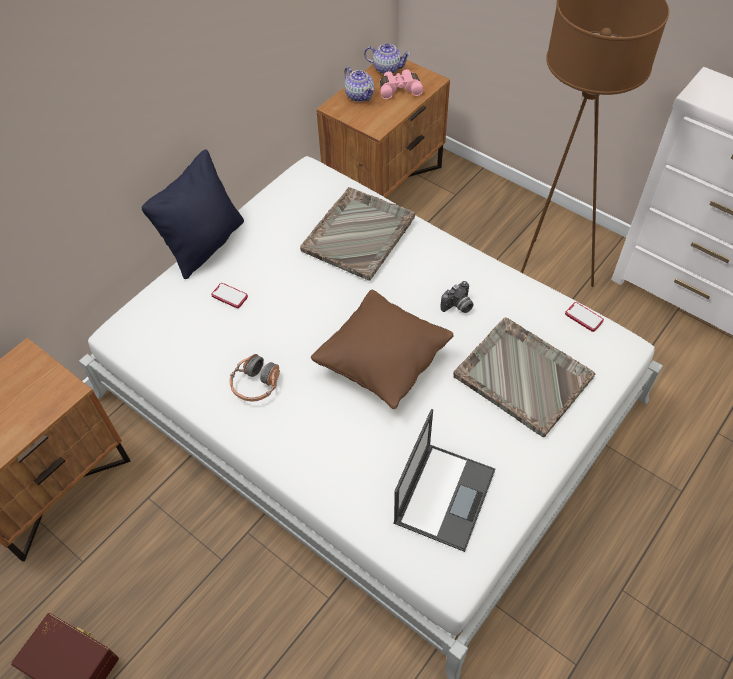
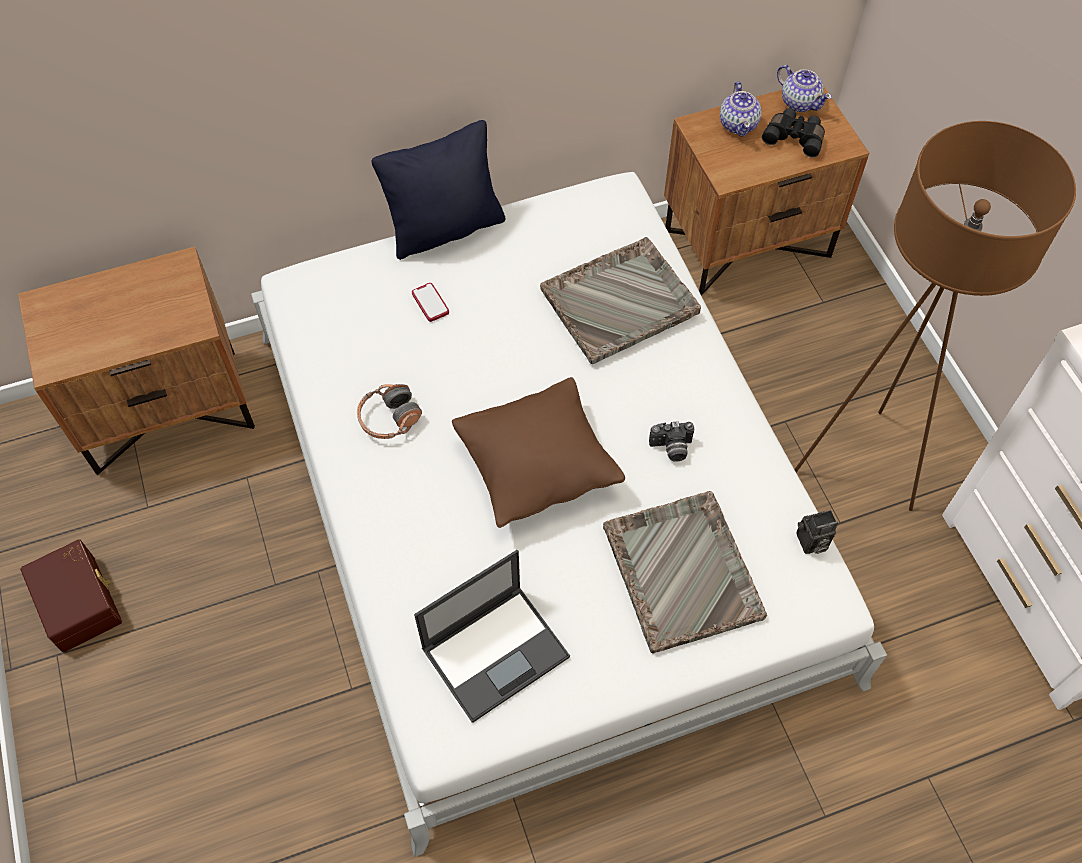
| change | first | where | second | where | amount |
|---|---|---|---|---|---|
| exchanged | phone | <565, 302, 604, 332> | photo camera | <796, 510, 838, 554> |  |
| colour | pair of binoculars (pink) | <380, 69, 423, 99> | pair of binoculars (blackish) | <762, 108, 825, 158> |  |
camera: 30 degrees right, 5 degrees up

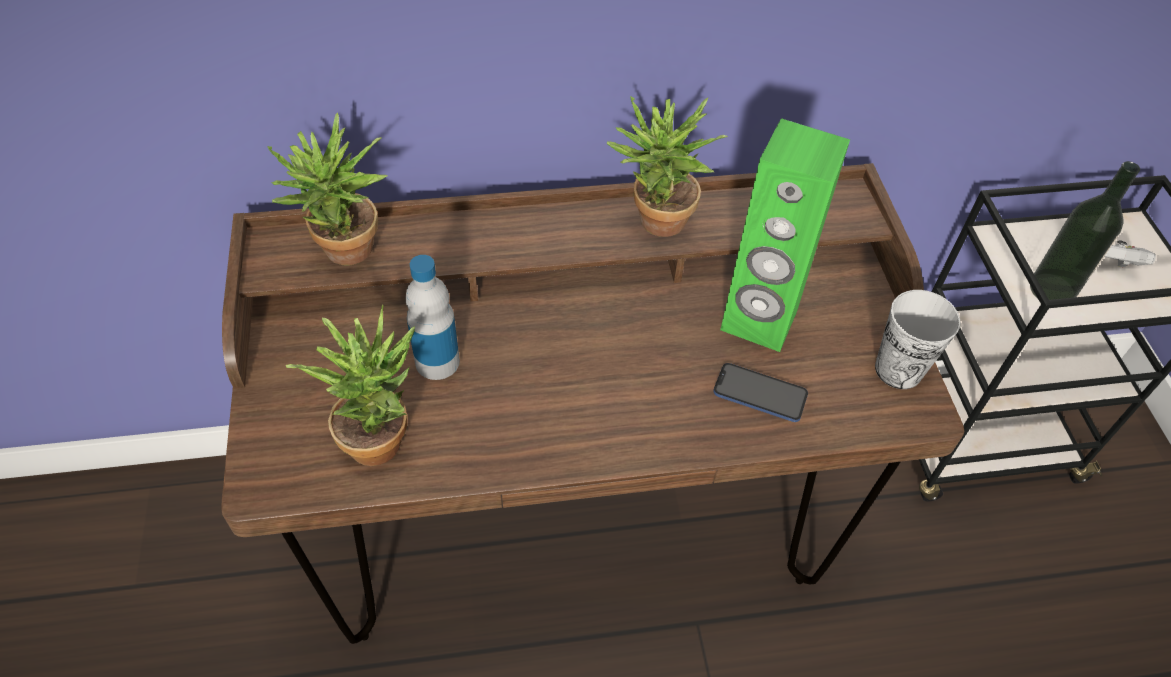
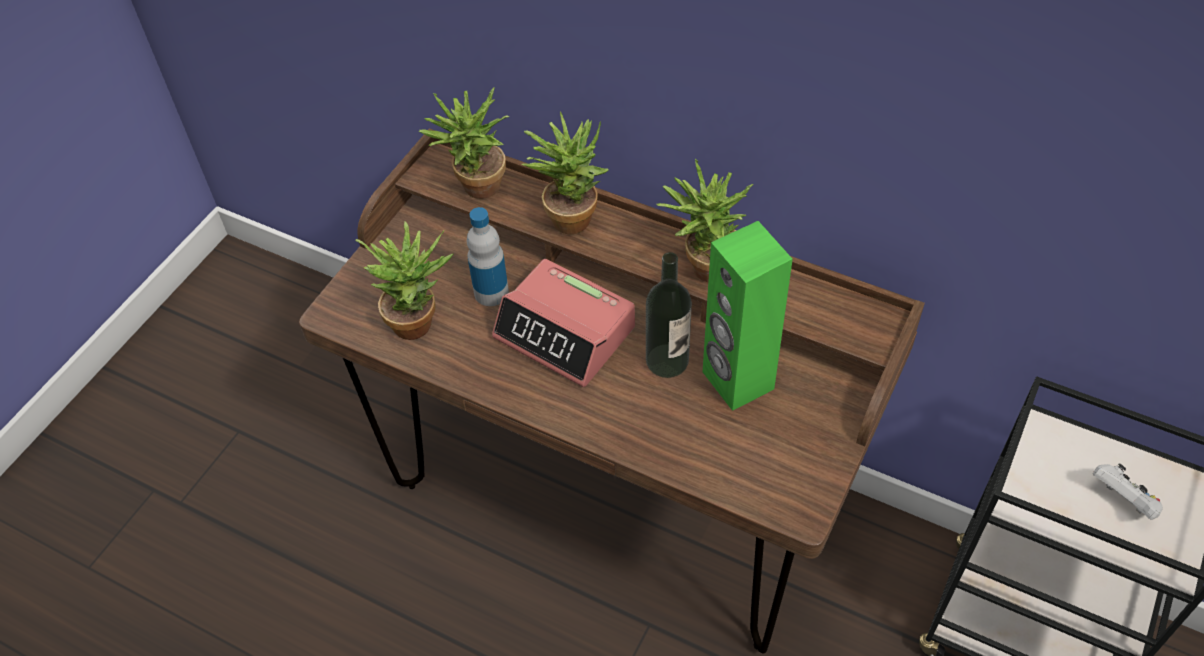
| change | first | where | second | where | amount |
|---|---|---|---|---|---|
| missing | phone | <713, 363, 808, 422> |  |  |  |
| missing | drinking cup | <875, 290, 961, 389> |  |  |  |
| appeared |  |  | bedside clock | <492, 259, 635, 387> |  |
| appeared |  |  | potted plant | <521, 111, 609, 235> |  |
| relocated | drink bottle | <1030, 161, 1140, 300> |  | <646, 252, 692, 378> |  |
camera: 40 degrees right, 0 degrees up

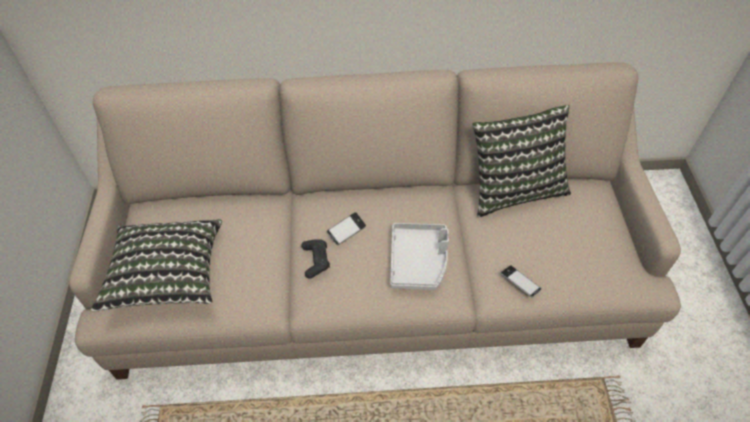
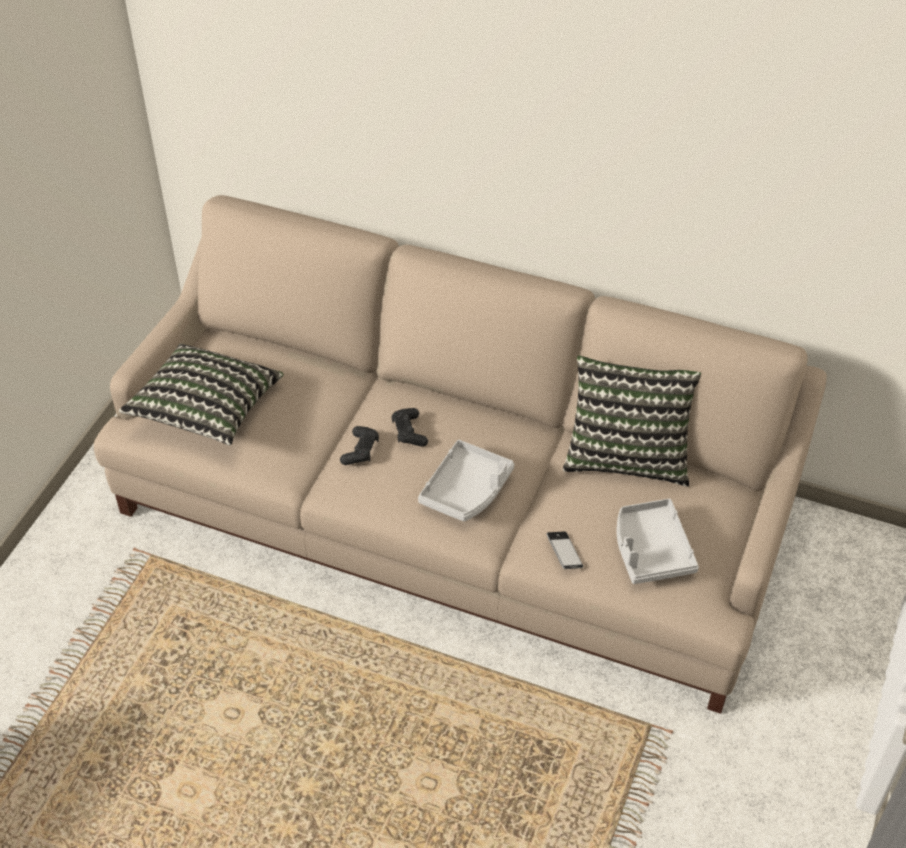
| change | first | where | second | where | amount |
|---|---|---|---|---|---|
| appeared |  |  | carrying tray (grey) | <617, 499, 699, 584> |  |
| exchanged | phone | <327, 212, 366, 245> | joypad (blackish) | <392, 408, 428, 447> |  |
camera: 25 degrees right, 5 degrees down

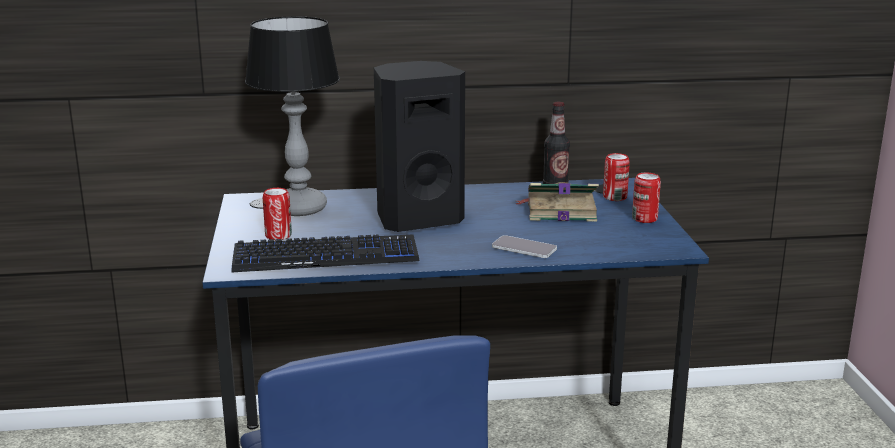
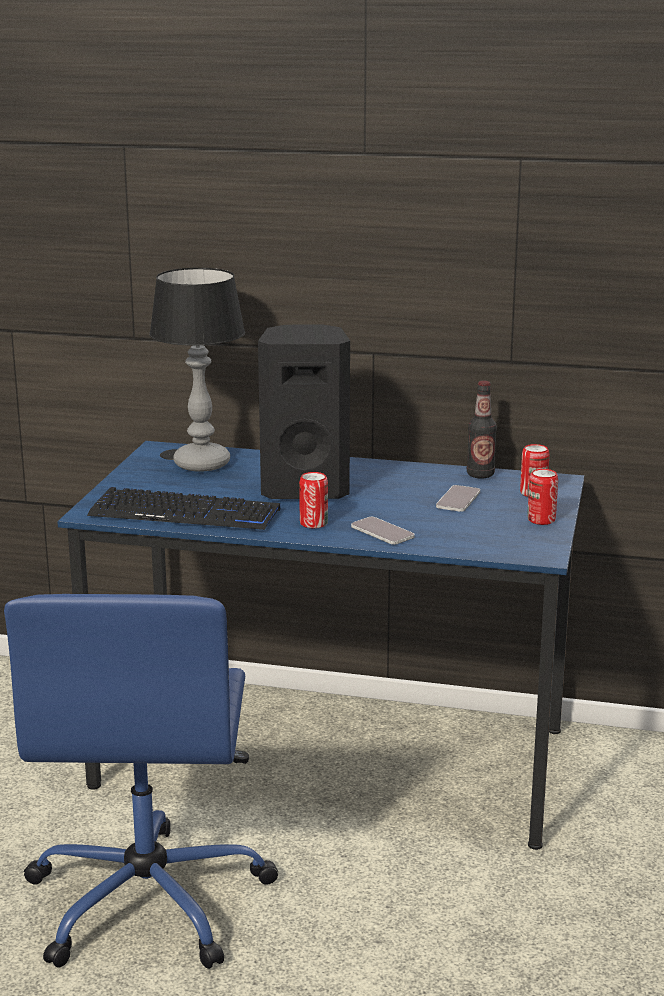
| change | first | where | second | where | amount |
|---|---|---|---|---|---|
| relocated | metal can | <263, 188, 292, 240> |  | <299, 472, 328, 528> |  |
| exchanged | bound book | <516, 182, 599, 222> | phone | <436, 485, 480, 512> |  |
camera: 20 degrees right, 0 degrees up

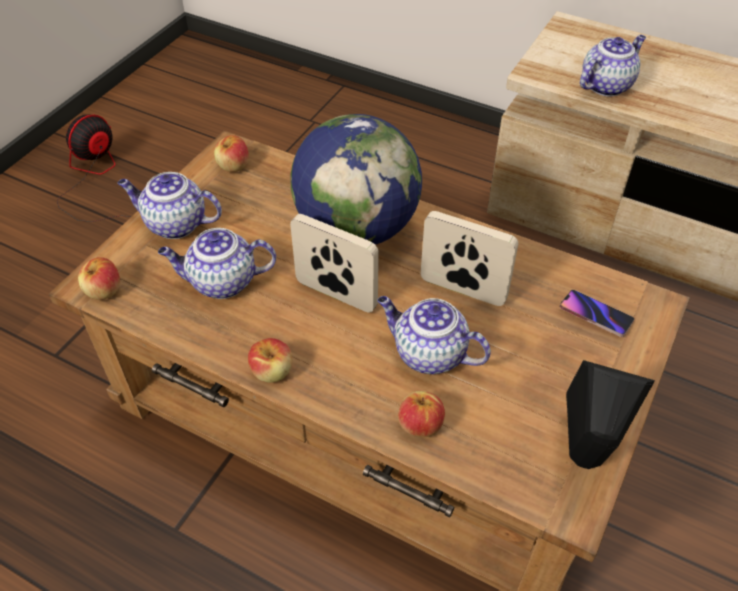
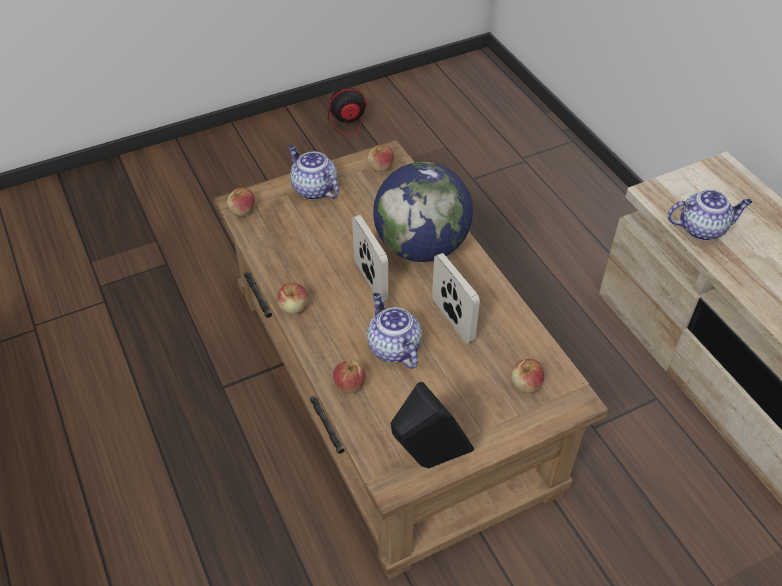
| change | first | where | second | where | amount |
|---|---|---|---|---|---|
| missing | teapot | <158, 228, 276, 299> |  |  |  |
| exchanged | phone | <560, 290, 634, 337> | whole apple | <512, 359, 544, 393> |  |
camera: 35 degrees right, 0 degrees up

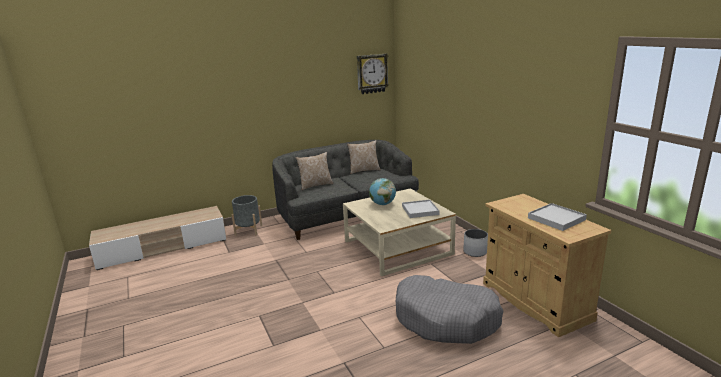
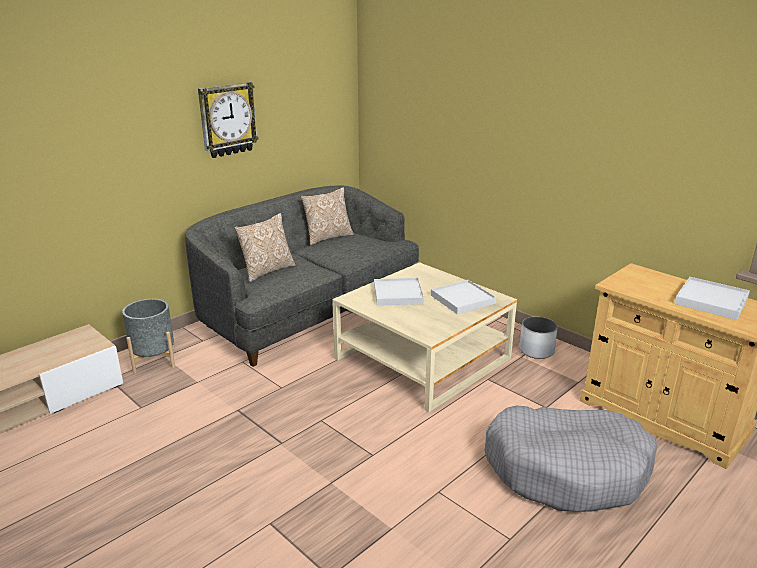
| change | first | where | second | where | amount |
|---|---|---|---|---|---|
| relocated | wall clock | <357, 54, 389, 94> |  | <198, 82, 259, 158> |  |
| exchanged | world globe | <369, 178, 396, 205> | carrying tray (white) | <374, 278, 424, 306> |  |
camera: 20 degrees left, 5 degrees up

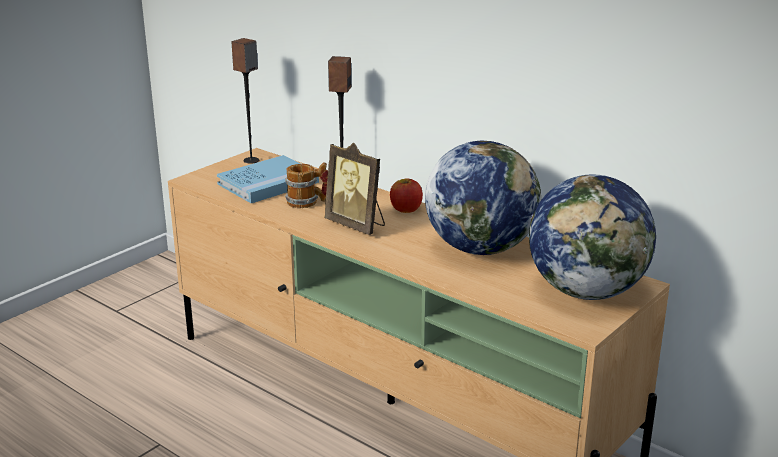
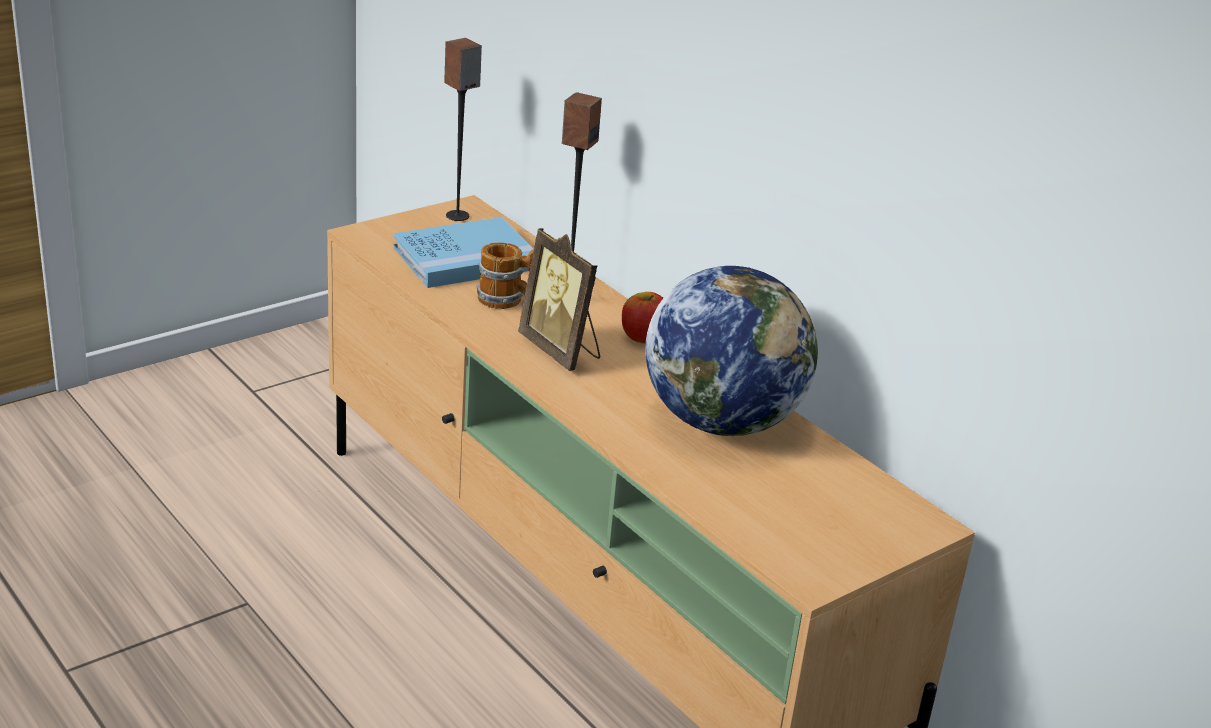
| change | first | where | second | where | amount |
|---|---|---|---|---|---|
| missing | world globe | <529, 174, 656, 300> |  |  |  |
camera: 10 degrees right, 5 degrees up

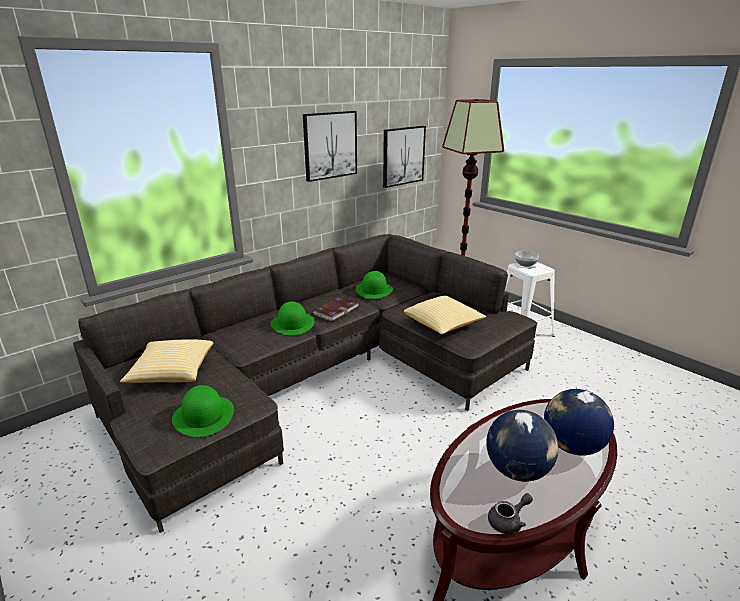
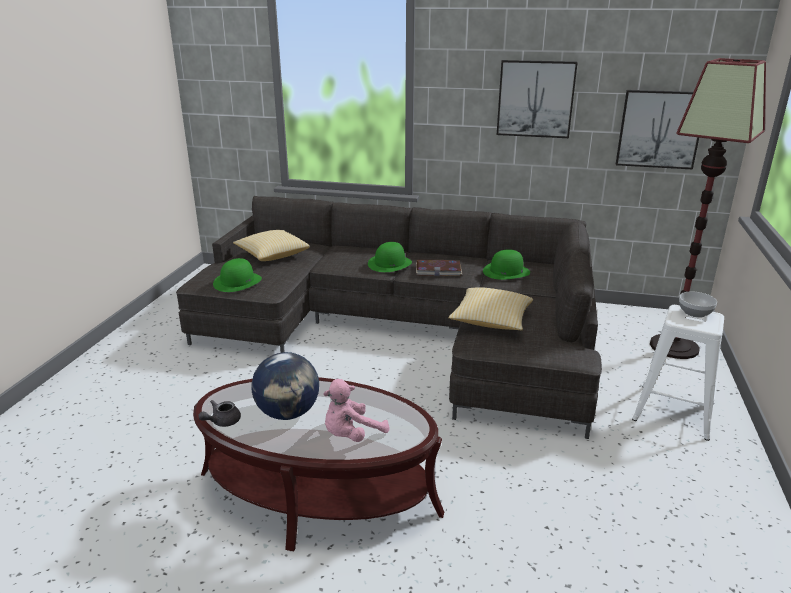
| change | first | where | second | where | amount |
|---|---|---|---|---|---|
| exchanged | world globe | <544, 389, 614, 456> | cuddly toy (pink) | <323, 379, 389, 442> |  |
| spun | teapot (grey) | <488, 493, 533, 534> |  | <198, 400, 241, 427> | 105 degrees clockwise |
camera: 55 degrees right, 0 degrees up

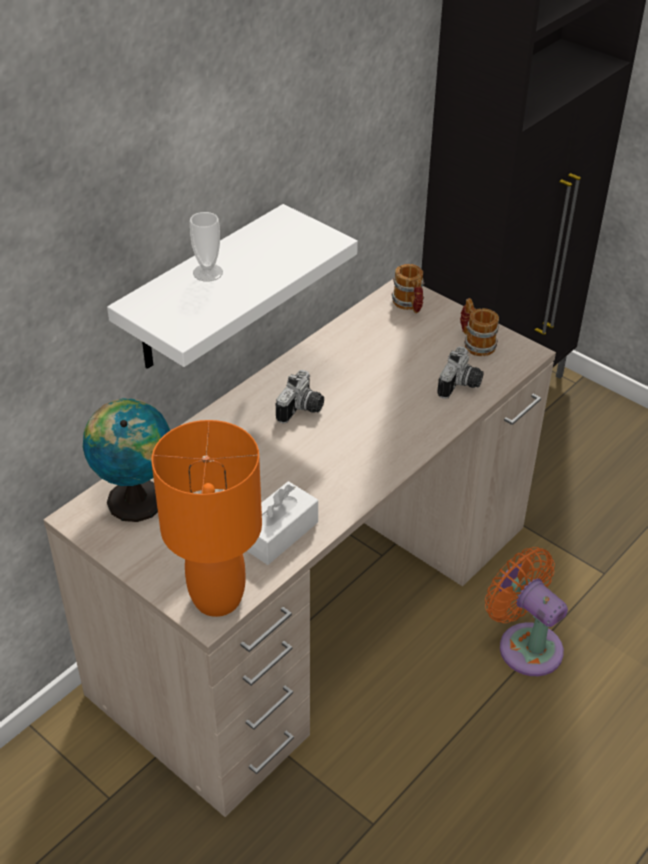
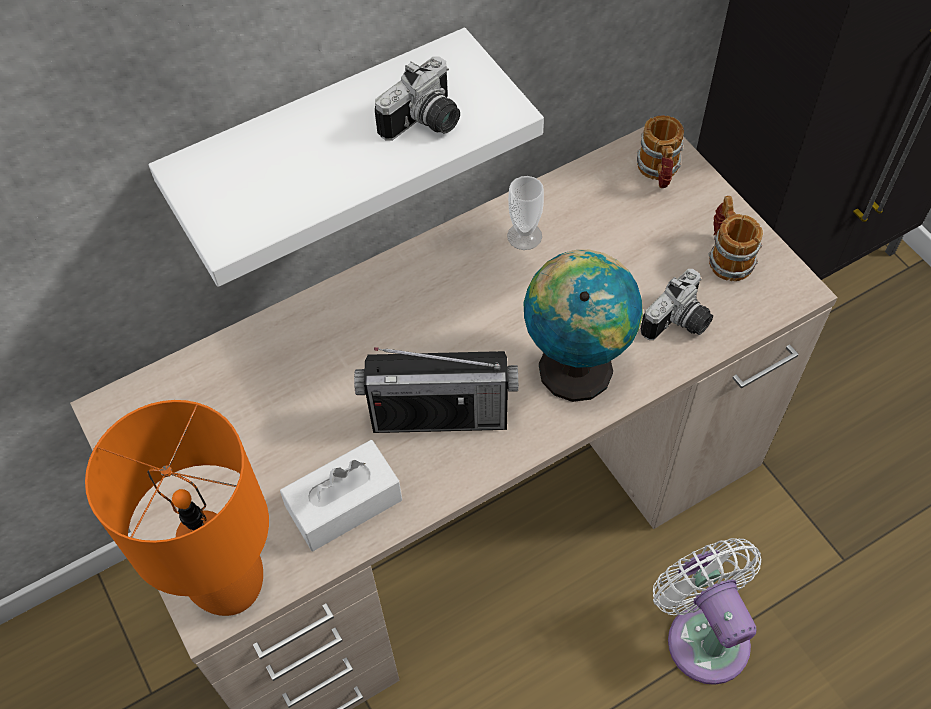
| change | first | where | second | where | amount |
|---|---|---|---|---|---|
| appeared |  |  | radio set | <354, 347, 518, 433> |  |
| relocated | world globe | <83, 398, 170, 522> |  | <524, 250, 643, 402> |  |
| relocated | drinking cup | <190, 212, 223, 281> |  | <507, 176, 544, 250> |  |
| relocated | photo camera | <276, 370, 324, 424> |  | <375, 56, 460, 141> |  |
| colour | electric fan (orangey) | <485, 547, 568, 676> | electric fan (white) | <653, 538, 761, 685> |  |
camera: 20 degrees right, 15 degrees up

